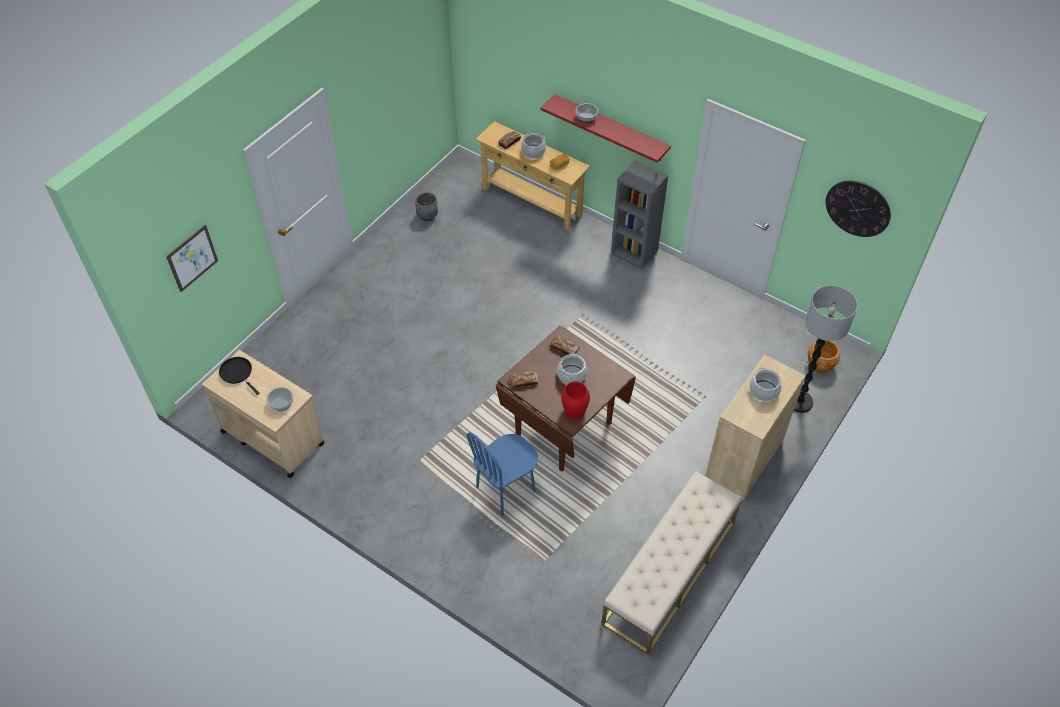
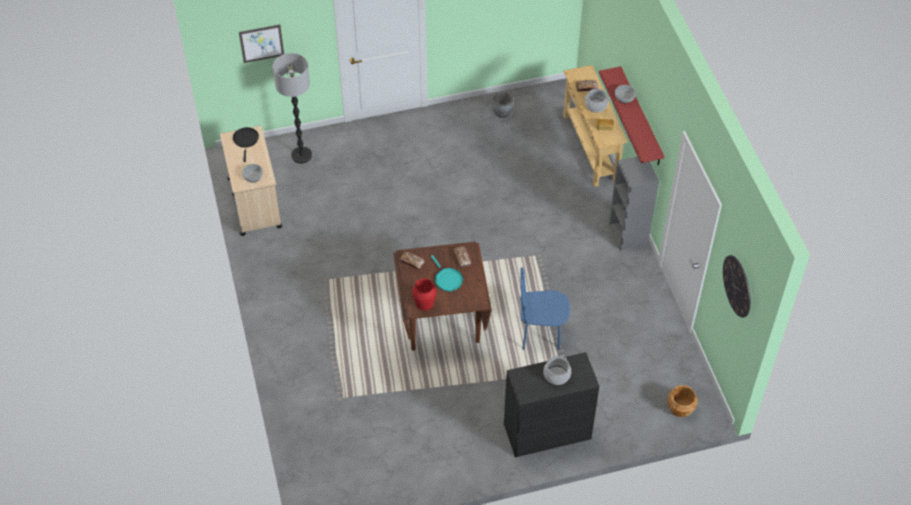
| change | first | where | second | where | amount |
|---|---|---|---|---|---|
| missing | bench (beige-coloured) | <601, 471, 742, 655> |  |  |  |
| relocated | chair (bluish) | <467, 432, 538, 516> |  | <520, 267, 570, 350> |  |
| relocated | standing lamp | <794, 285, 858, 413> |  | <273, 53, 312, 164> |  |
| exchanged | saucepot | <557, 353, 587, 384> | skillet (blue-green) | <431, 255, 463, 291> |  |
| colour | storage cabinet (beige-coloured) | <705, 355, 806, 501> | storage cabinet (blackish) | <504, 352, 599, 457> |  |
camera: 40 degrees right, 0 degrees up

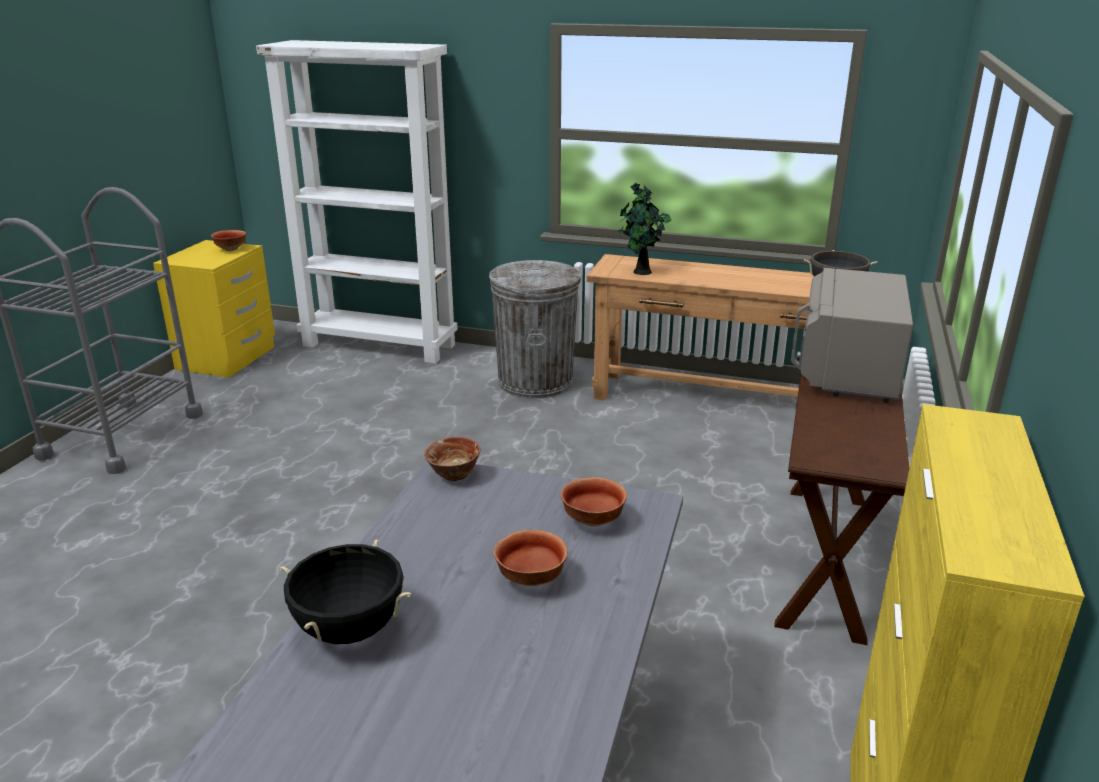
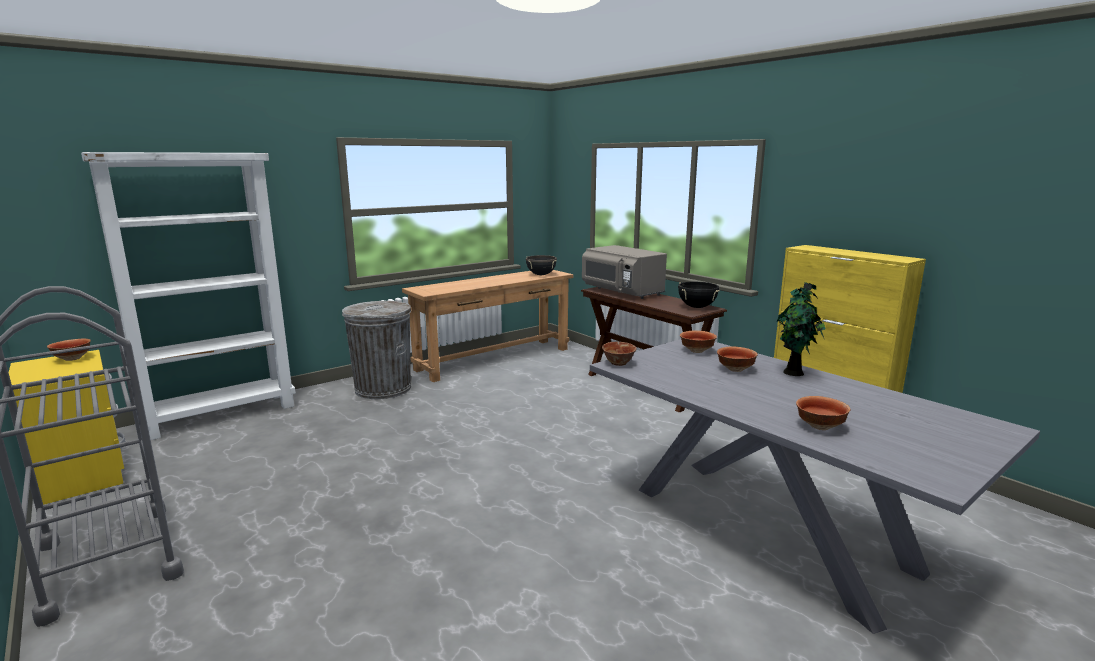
| change | first | where | second | where | amount |
|---|---|---|---|---|---|
| appeared |  |  | deep dish | <796, 396, 851, 430> |  |
| relocated | saucepot (blackish) | <280, 539, 411, 644> |  | <678, 282, 719, 308> |  |
| relocated | potted plant | <618, 183, 672, 275> |  | <777, 282, 825, 376> |  |
camera: 55 degrees left, 10 degrees down

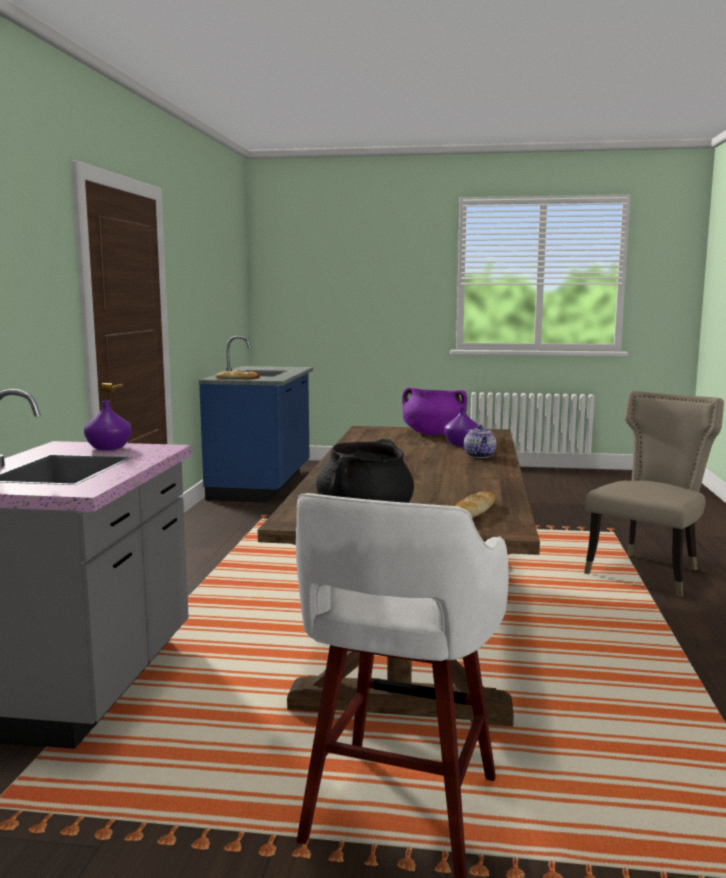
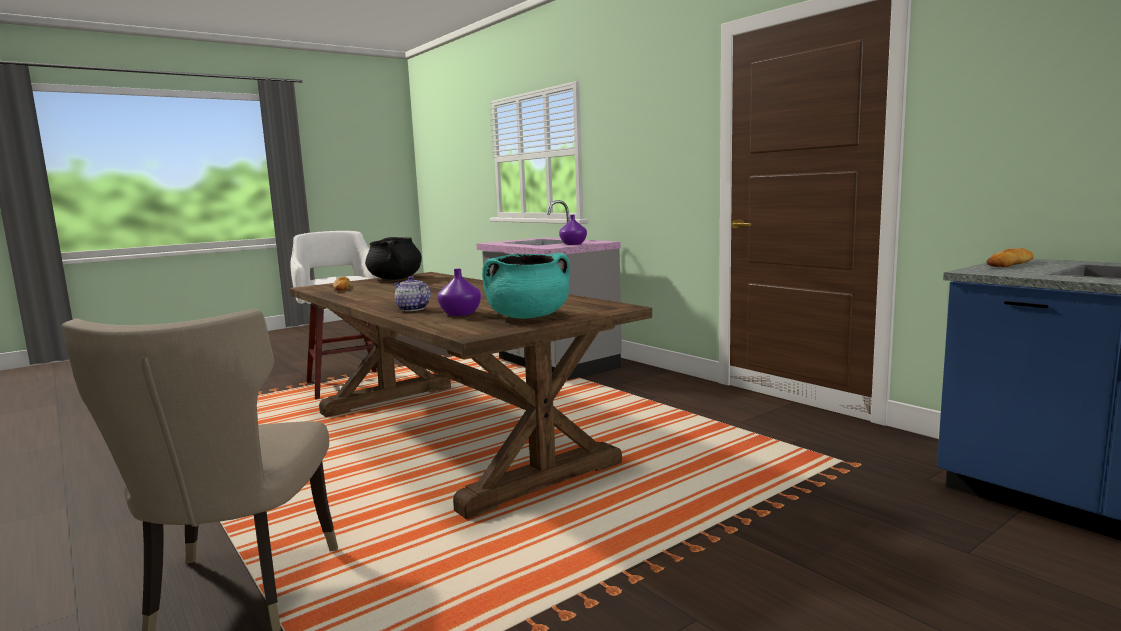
| change | first | where | second | where | amount |
|---|---|---|---|---|---|
| colour | saucepot (purple) | <402, 388, 467, 435> | saucepot (blue-green) | <482, 253, 570, 319> |  |
camera: 135 degrees right, 0 degrees up

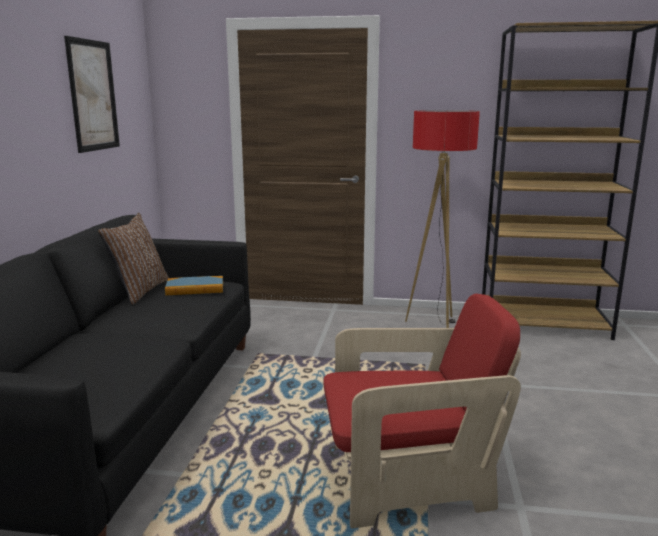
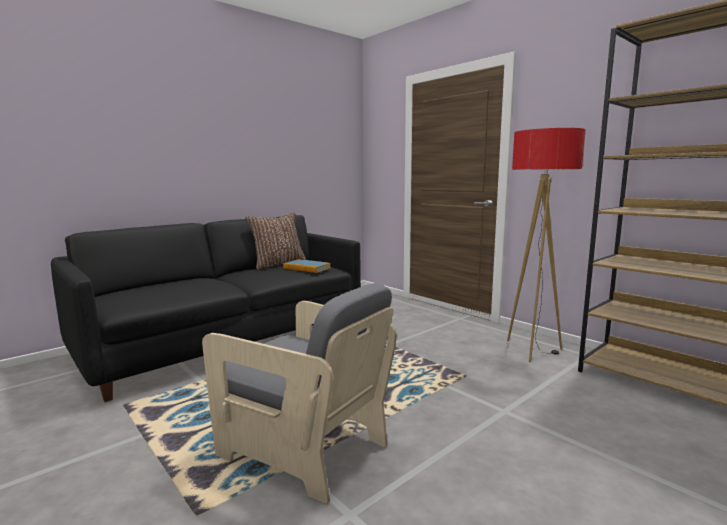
| change | first | where | second | where | amount |
|---|---|---|---|---|---|
| missing | picture | <64, 36, 120, 153> |  |  |  |
| colour | easy chair (reddish) | <323, 294, 521, 529> | easy chair (grey) | <202, 283, 397, 504> |  |
camera: 40 degrees right, 5 degrees down

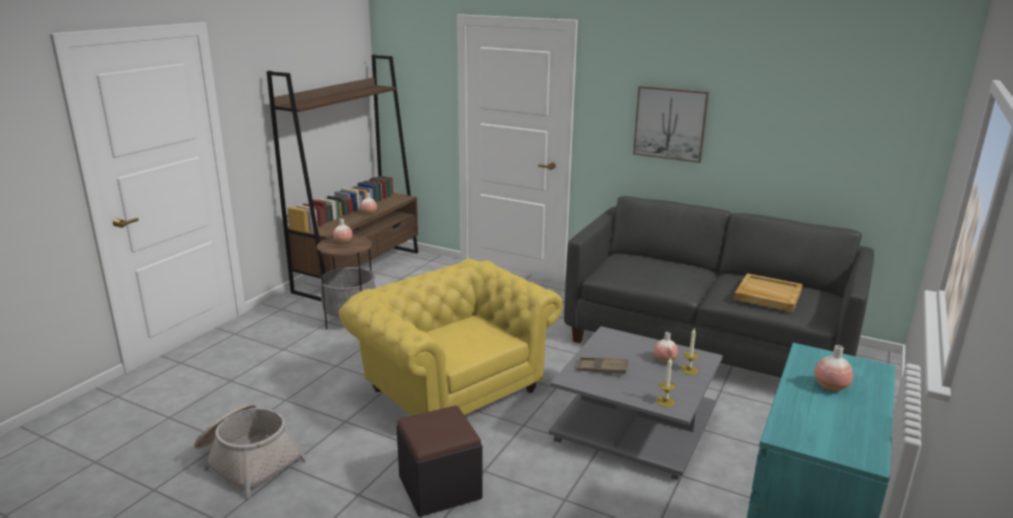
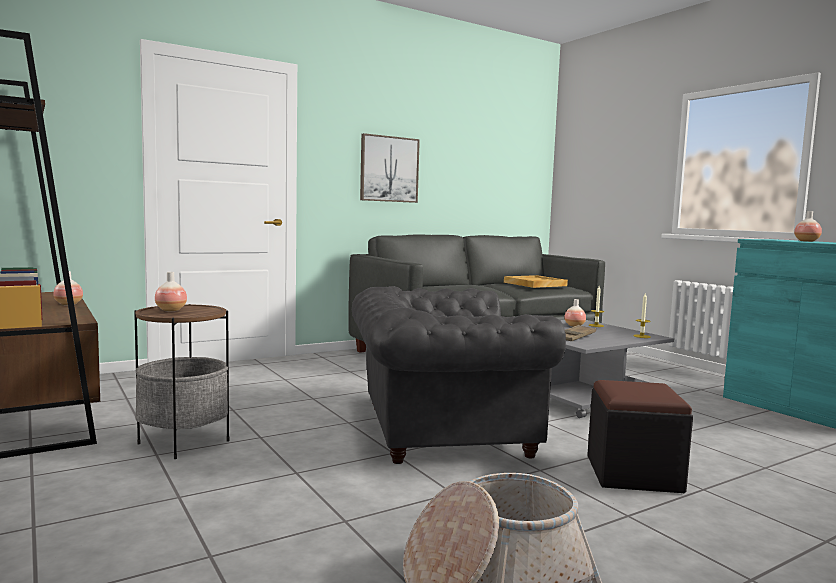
| change | first | where | second | where | amount |
|---|---|---|---|---|---|
| colour | easy chair (yellowish) | <338, 259, 562, 416> | easy chair (grey) | <352, 286, 566, 464> |  |
camera: 60 degrees left, 15 degrees down

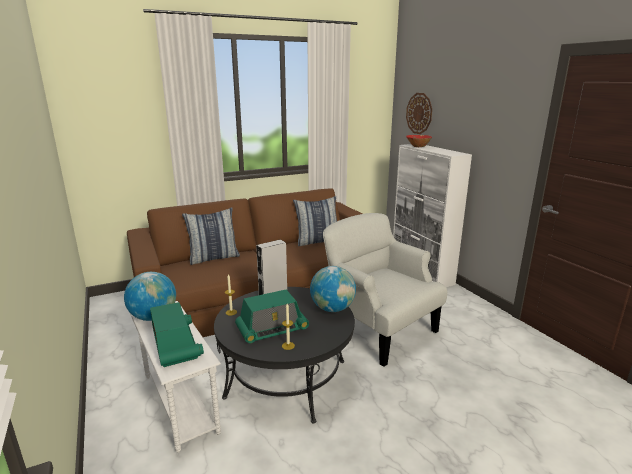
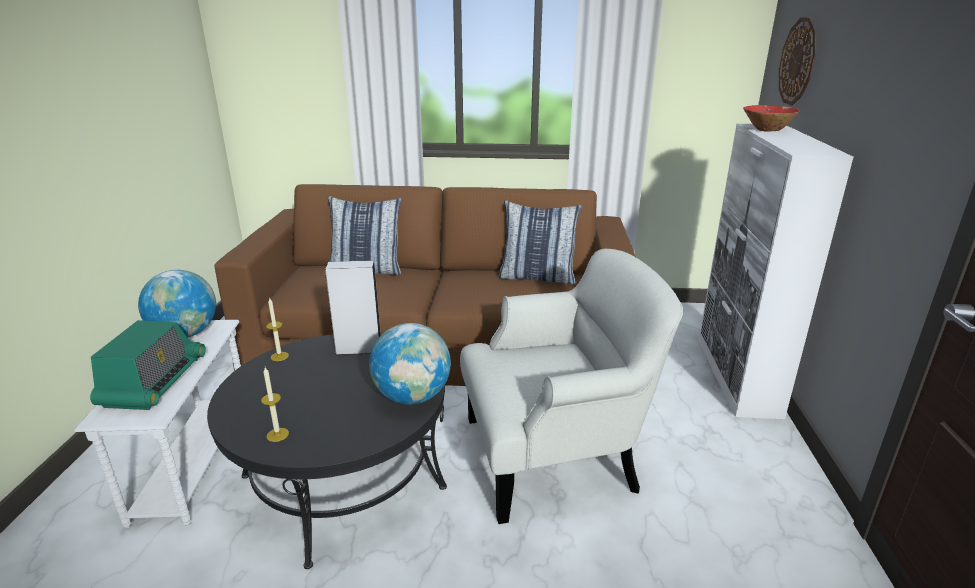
| change | first | where | second | where | amount |
|---|---|---|---|---|---|
| missing | radio set | <235, 290, 309, 344> |  |  |  |
| spun | easy chair (white) | <323, 213, 447, 367> |  | <460, 249, 683, 524> | 90 degrees clockwise |
camera: 30 degrees right, 5 degrees up

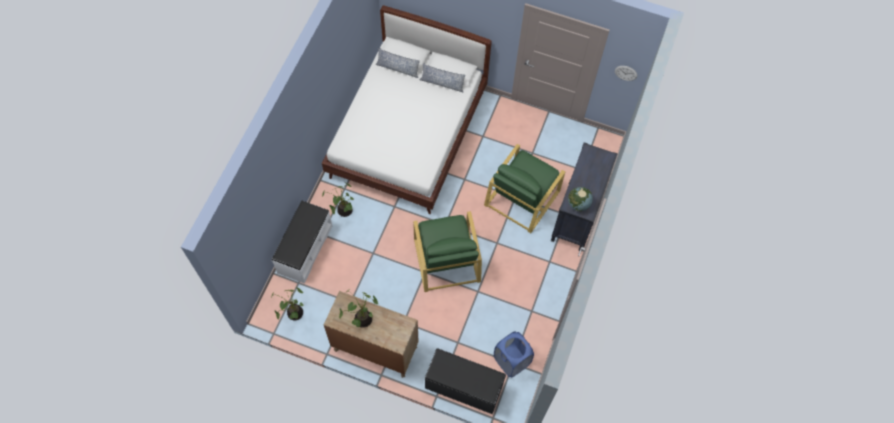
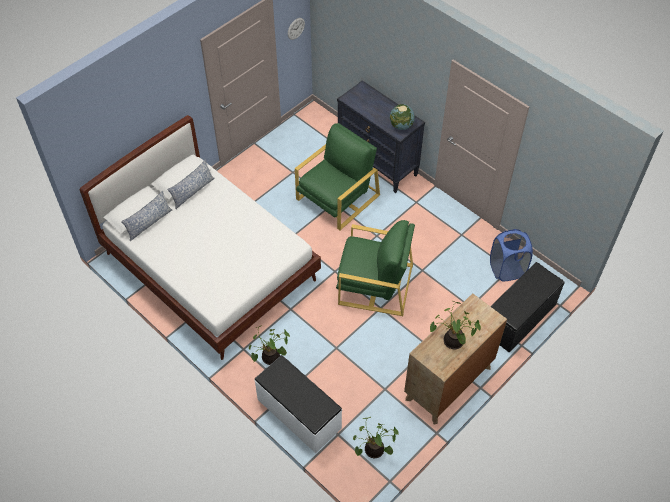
| change | first | where | second | where | amount |
|---|---|---|---|---|---|
| spun | easy chair (green-coloured) | <484, 144, 565, 233> |  | <295, 123, 380, 230> | 105 degrees counterclockwise |
camera: 65 degrees left, 10 degrees down

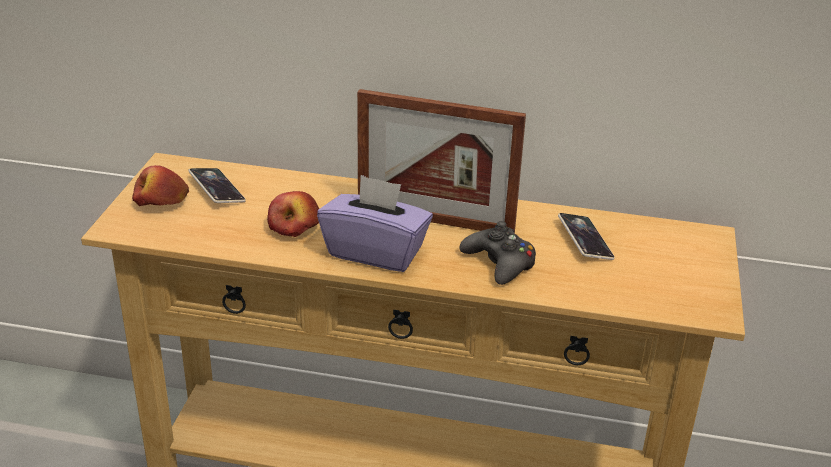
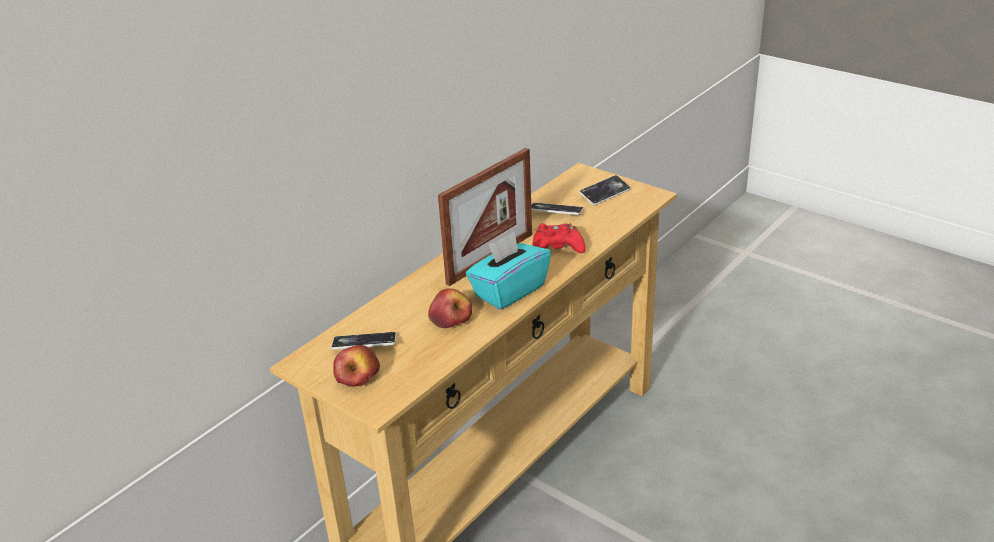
| change | first | where | second | where | amount |
|---|---|---|---|---|---|
| appeared |  |  | phone | <579, 175, 631, 205> |  |
| colour | tissue holder (purple) | <317, 175, 433, 272> | tissue holder (blue-green) | <466, 232, 551, 310> |  |
| colour | joypad (blackish) | <459, 221, 536, 285> | joypad (reddish) | <532, 223, 586, 253> |  |
camera: 60 degrees left, 0 degrees up

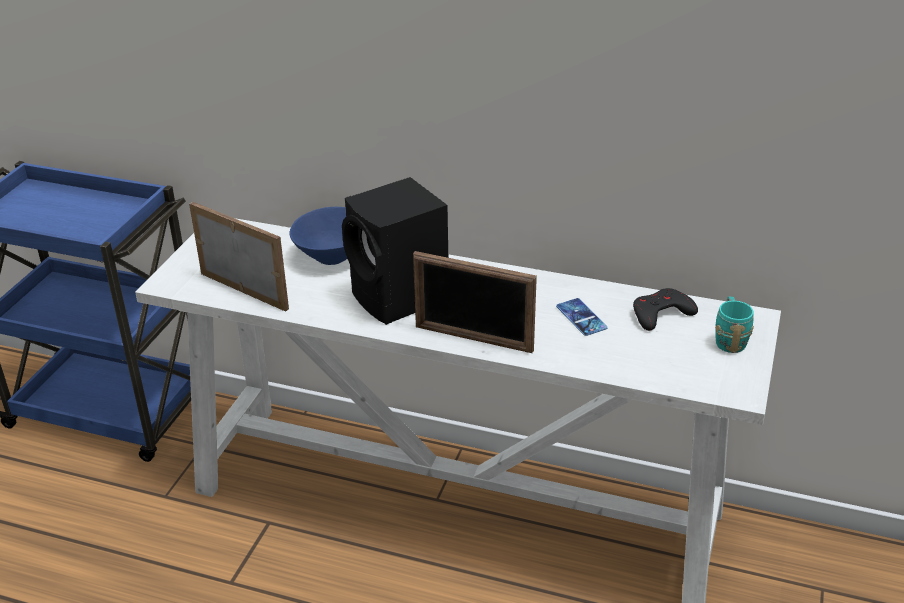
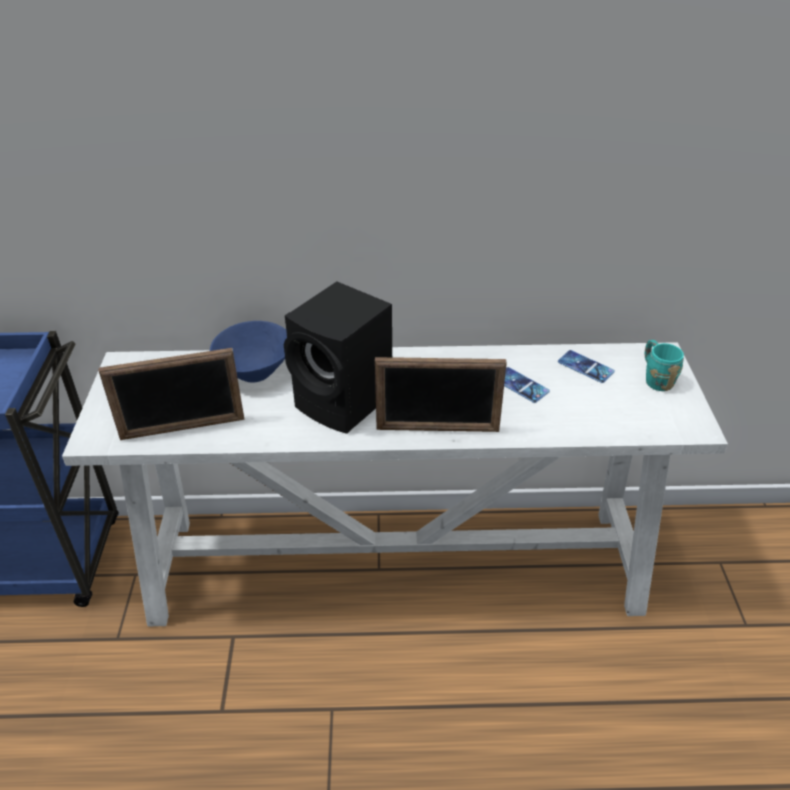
| change | first | where | second | where | amount |
|---|---|---|---|---|---|
| exchanged | joypad (blackish) | <633, 288, 698, 331> | phone | <558, 350, 615, 383> |  |
| spun | photo frame | <189, 202, 289, 312> |  | <99, 348, 245, 440> | 150 degrees clockwise |
camera: 20 degrees left, 5 degrees up

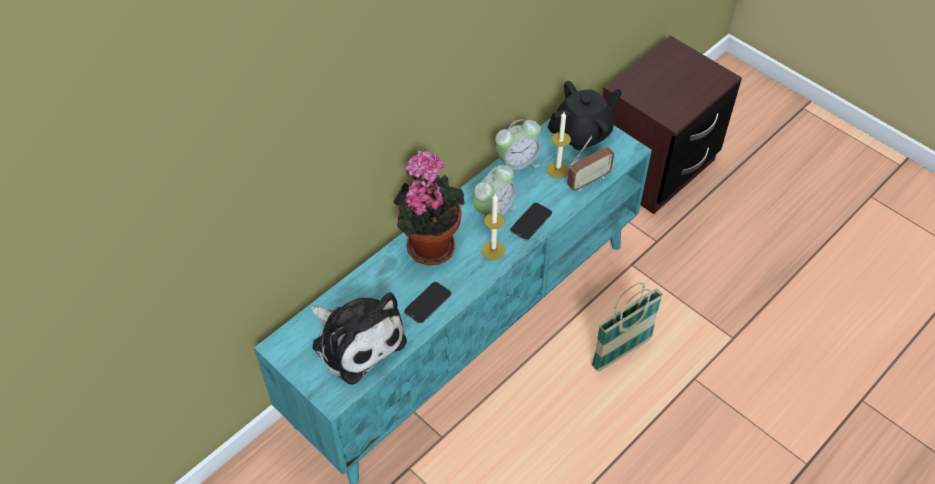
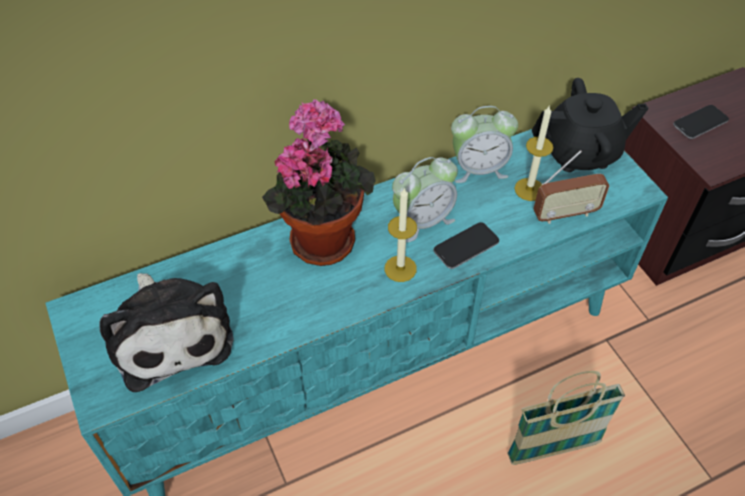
| change | first | where | second | where | amount |
|---|---|---|---|---|---|
| relocated | phone | <404, 282, 451, 324> |  | <673, 105, 729, 139> |  |
camera: 20 degrees right, 0 degrees up

